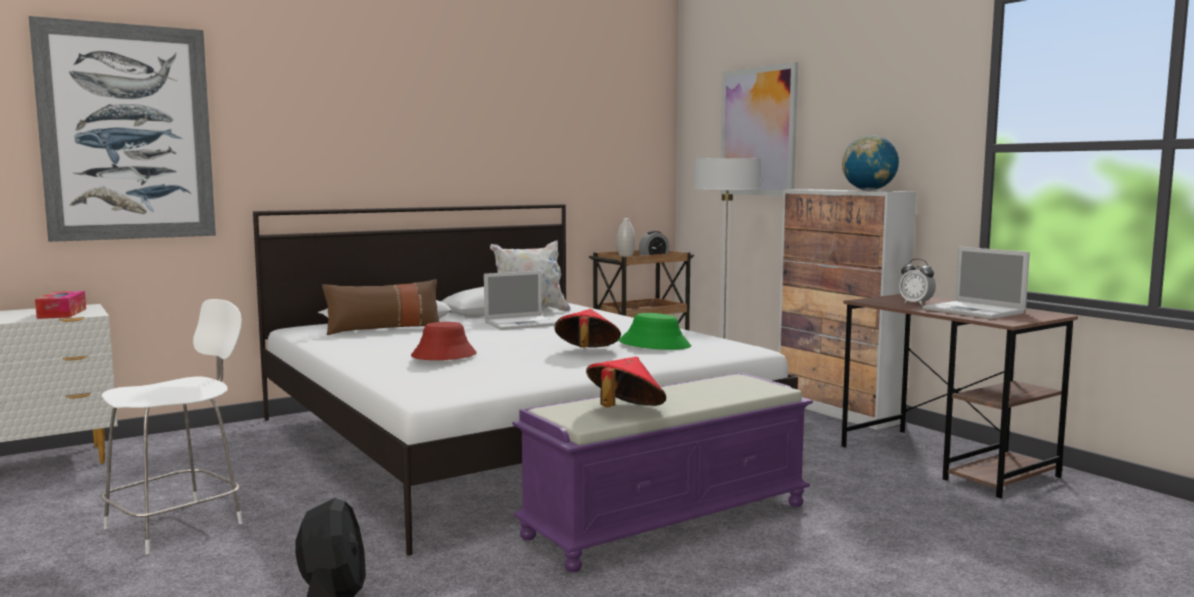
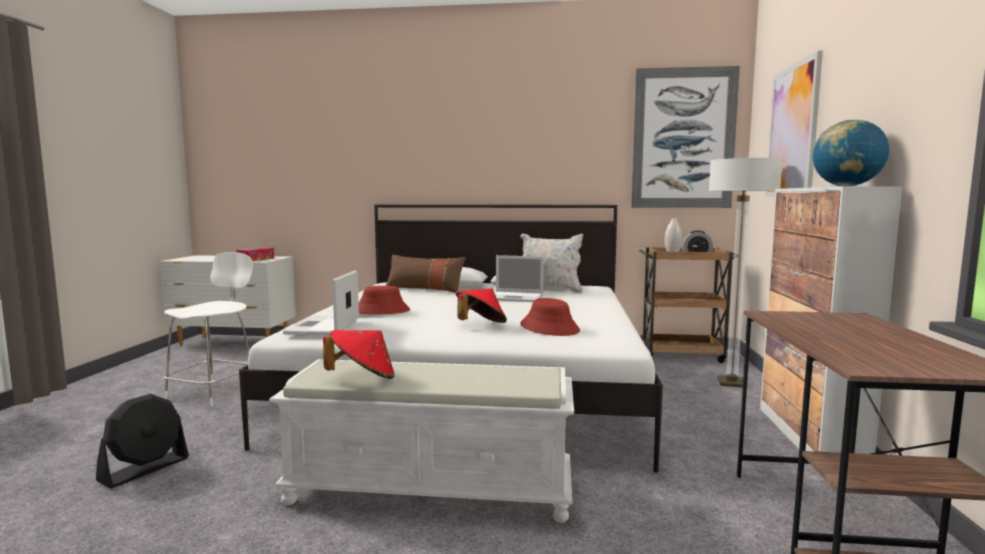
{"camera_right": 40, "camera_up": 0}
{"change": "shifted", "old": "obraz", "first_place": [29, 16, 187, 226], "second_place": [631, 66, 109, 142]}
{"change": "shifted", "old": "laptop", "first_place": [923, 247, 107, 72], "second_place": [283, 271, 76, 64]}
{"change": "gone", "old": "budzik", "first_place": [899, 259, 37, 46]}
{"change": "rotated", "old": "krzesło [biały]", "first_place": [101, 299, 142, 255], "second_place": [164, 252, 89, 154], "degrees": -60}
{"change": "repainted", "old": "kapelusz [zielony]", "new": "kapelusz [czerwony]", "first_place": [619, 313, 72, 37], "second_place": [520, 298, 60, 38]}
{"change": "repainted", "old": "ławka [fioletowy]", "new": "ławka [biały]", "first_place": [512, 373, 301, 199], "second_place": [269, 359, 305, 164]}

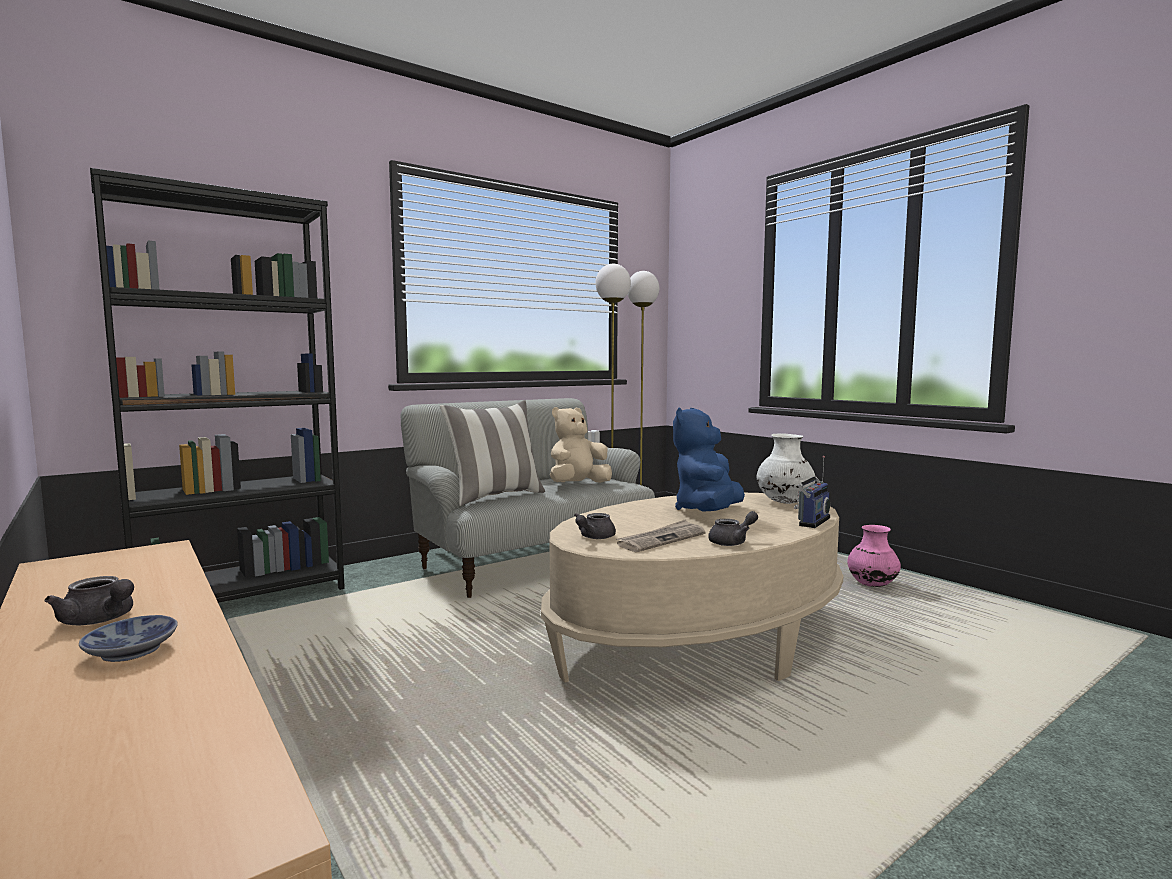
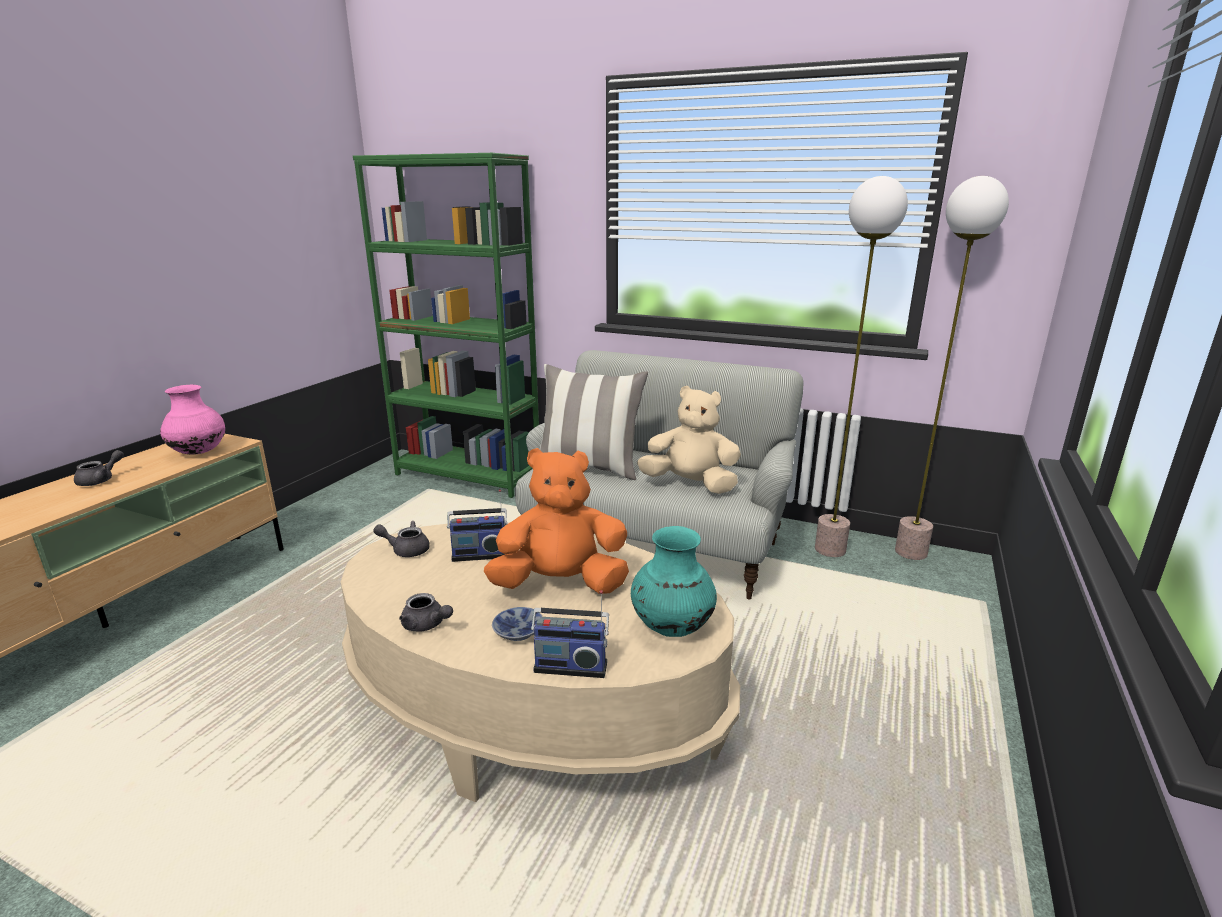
{"camera_right": 60, "camera_up": 15}
{"change": "repainted", "old": "regał [czarny]", "new": "regał [zielony]", "first_place": [90, 168, 255, 435], "second_place": [353, 153, 186, 345]}
{"change": "repainted", "old": "pluszak [niebieski]", "new": "pluszak [pomarańczowy]", "first_place": [673, 408, 72, 104], "second_place": [484, 448, 145, 146]}
{"change": "repainted", "old": "wazon [biały]", "new": "wazon [turkusowy]", "first_place": [757, 433, 58, 71], "second_place": [631, 526, 86, 111]}
{"change": "gone", "old": "gazeta", "first_place": [616, 520, 90, 32]}
{"change": "shifted", "old": "wazon [różowy]", "first_place": [847, 525, 54, 62], "second_place": [160, 385, 65, 69]}
{"change": "rotated", "old": "imbryk [szary]", "first_place": [45, 576, 89, 49], "second_place": [74, 450, 50, 36], "degrees": -150}
{"change": "shifted", "old": "miska", "first_place": [79, 615, 99, 47], "second_place": [492, 607, 50, 34]}
{"change": "new", "new": "radio", "second_place": [447, 489, 61, 73]}

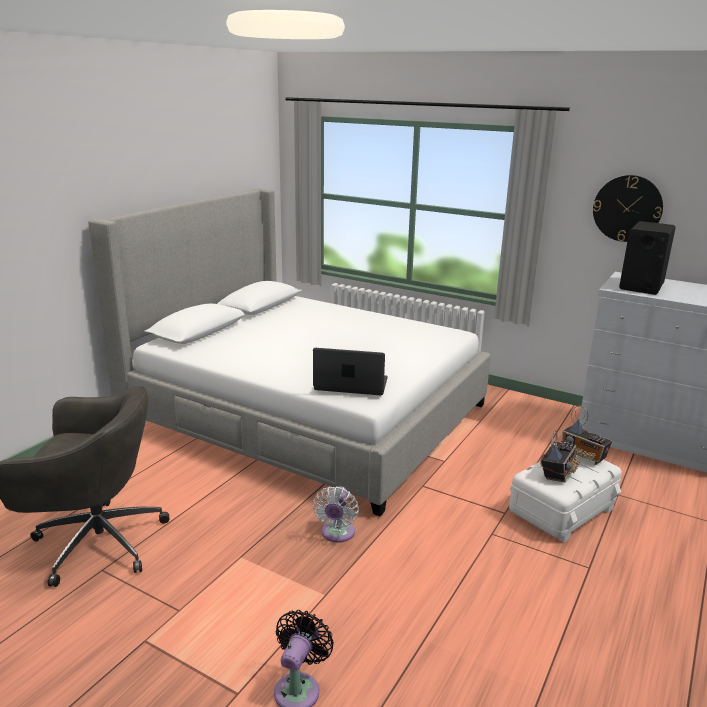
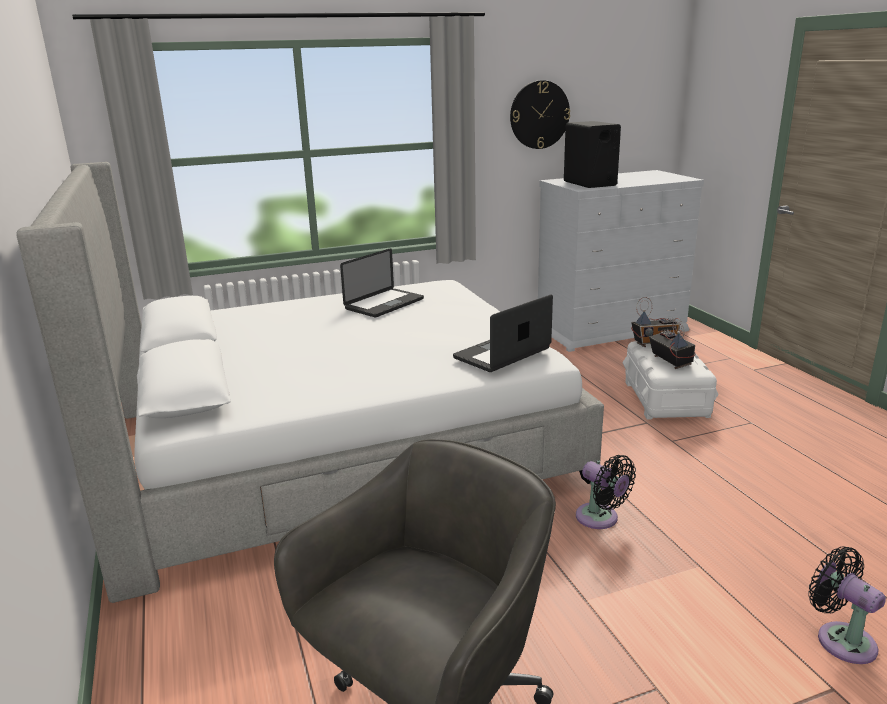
{"camera_right": -50, "camera_up": 0}
{"change": "repainted", "old": "wentylator [biały]", "new": "wentylator [czarny]", "first_place": [312, 486, 47, 56], "second_place": [576, 455, 60, 74]}
{"change": "new", "new": "laptop", "second_place": [340, 248, 84, 70]}

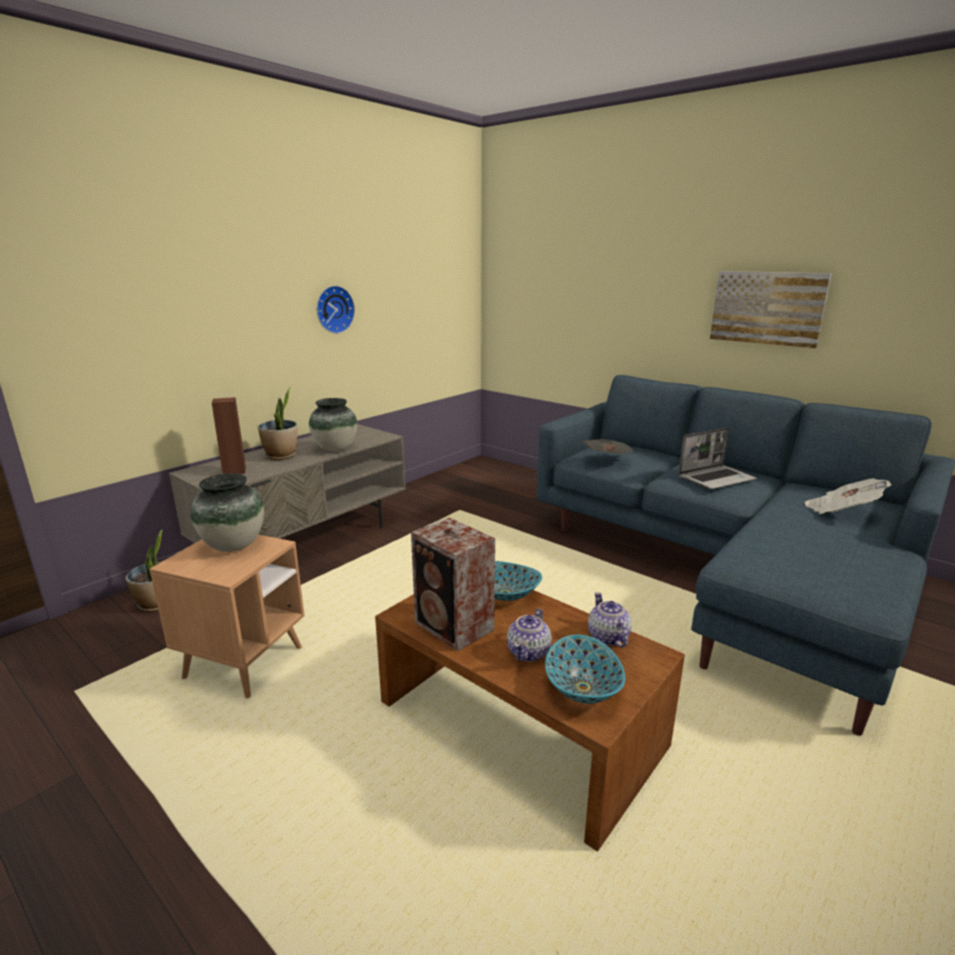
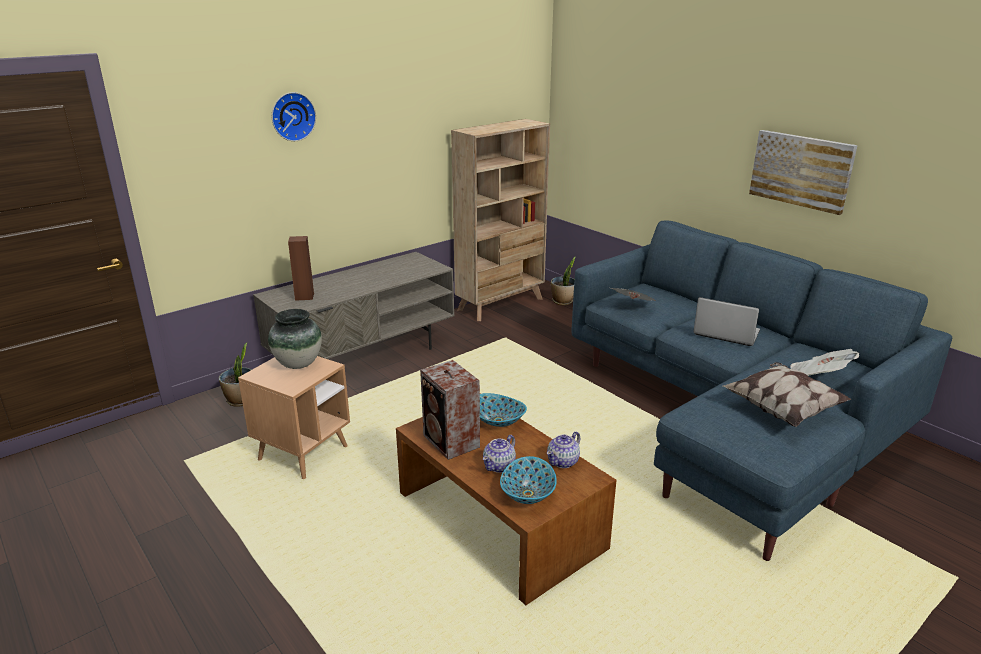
{"camera_right": 10, "camera_up": 5}
{"change": "shifted", "old": "zegar ścienny", "first_place": [317, 285, 38, 49], "second_place": [272, 92, 44, 49]}
{"change": "shifted", "old": "roślina doniczkowa", "first_place": [258, 387, 40, 73], "second_place": [551, 256, 25, 49]}
{"change": "gone", "old": "wazon", "first_place": [309, 398, 48, 54]}
{"change": "rotated", "old": "laptop", "first_place": [678, 427, 79, 62], "second_place": [693, 297, 67, 49], "degrees": -135}
{"change": "rotated", "old": "imbryk", "first_place": [588, 592, 44, 56], "second_place": [547, 432, 33, 36], "degrees": -135}
{"change": "new", "new": "regał [beżowy]", "second_place": [451, 119, 99, 202]}
{"change": "new", "new": "poduszka", "second_place": [723, 362, 128, 65]}

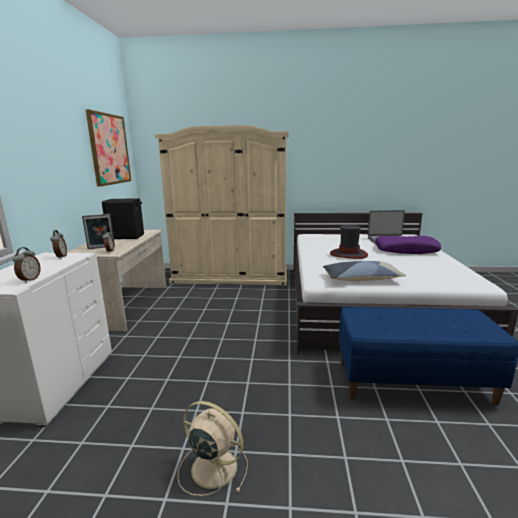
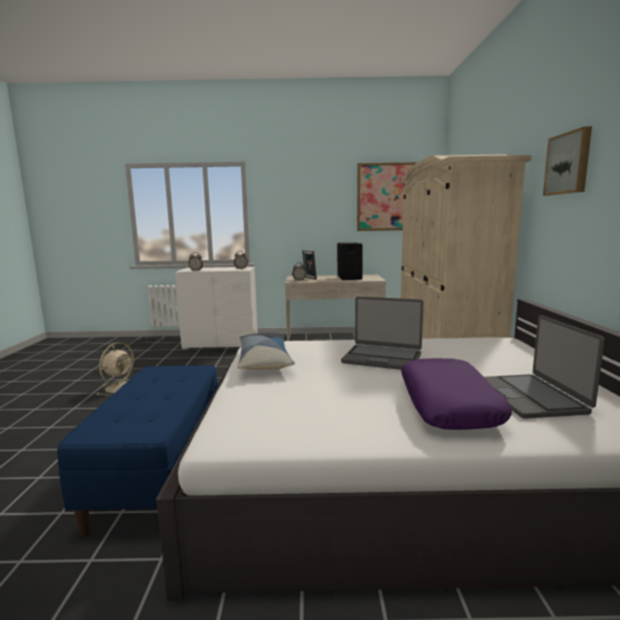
{"camera_right": 85, "camera_up": -5}
{"change": "swapped", "old": "kapelusz", "new": "laptop", "first_place": [330, 225, 38, 34], "second_place": [341, 296, 83, 74]}
{"change": "new", "new": "obraz", "second_place": [543, 126, 49, 70]}

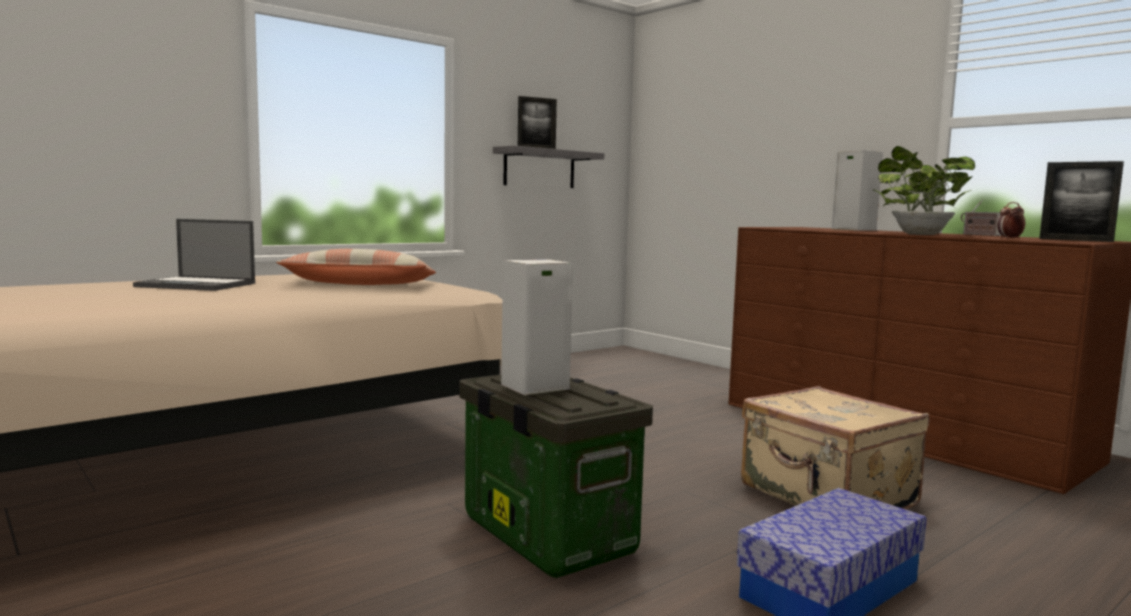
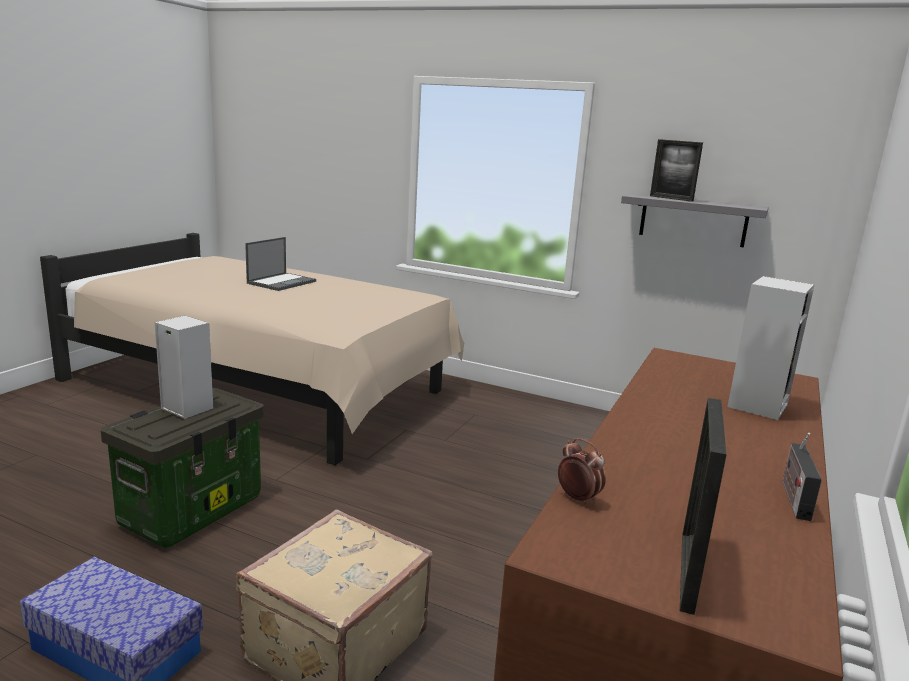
{"camera_right": 65, "camera_up": 10}
{"change": "gone", "old": "roślina doniczkowa", "first_place": [873, 146, 102, 89]}
{"change": "rotated", "old": "laptop", "first_place": [133, 219, 122, 72], "second_place": [245, 237, 71, 54], "degrees": -135}
{"change": "gone", "old": "poduszka", "first_place": [276, 249, 160, 36]}

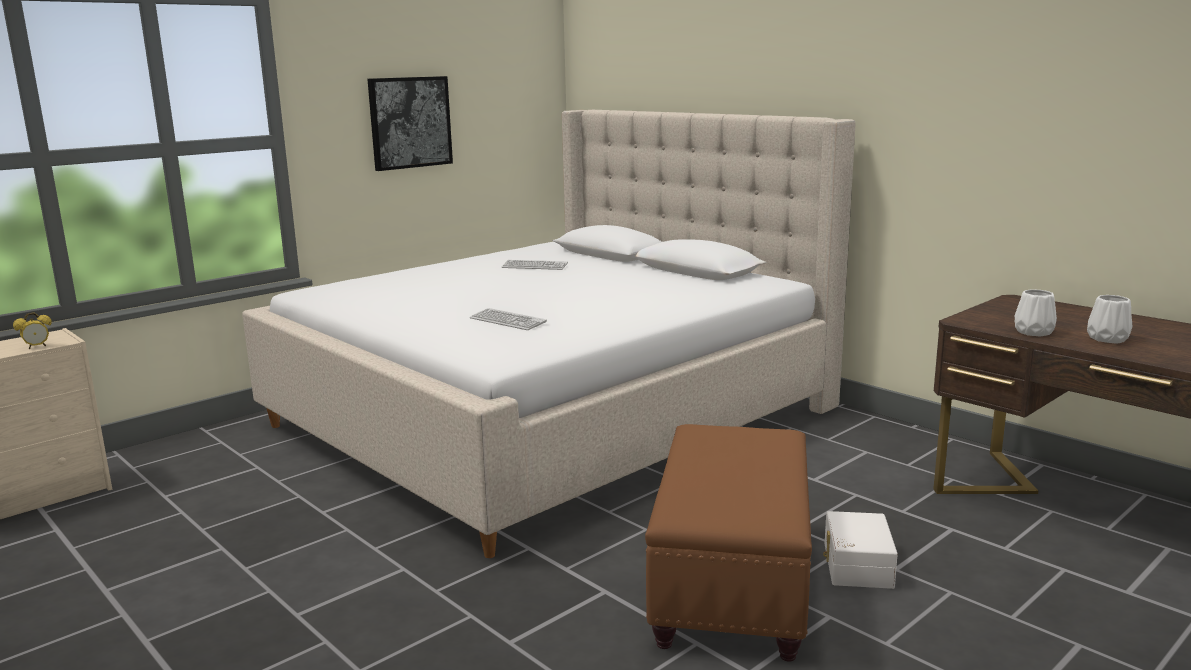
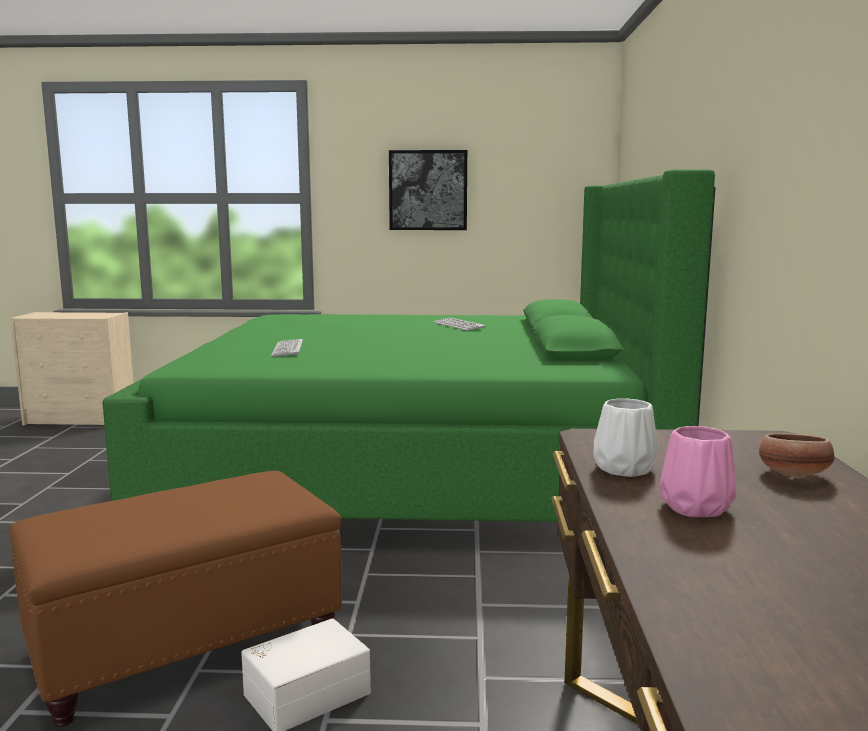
{"camera_right": 45, "camera_up": -5}
{"change": "repainted", "old": "łóżko [beżowy]", "new": "łóżko [zielony]", "first_place": [242, 110, 614, 448], "second_place": [102, 169, 614, 353]}
{"change": "repainted", "old": "wazon [biały]", "new": "wazon [różowy]", "first_place": [1087, 295, 45, 49], "second_place": [659, 426, 77, 91]}
{"change": "gone", "old": "budzik", "first_place": [13, 312, 39, 37]}
{"change": "new", "new": "miska", "second_place": [759, 433, 75, 44]}

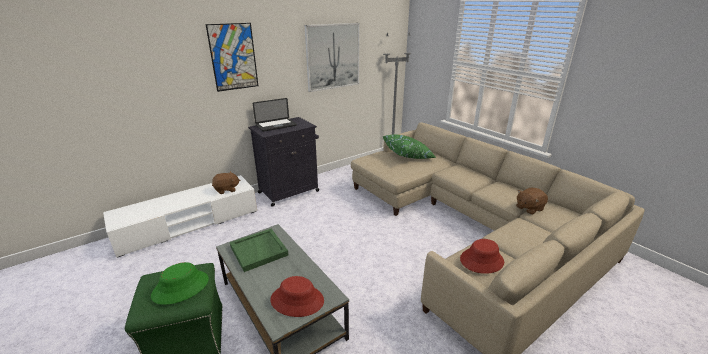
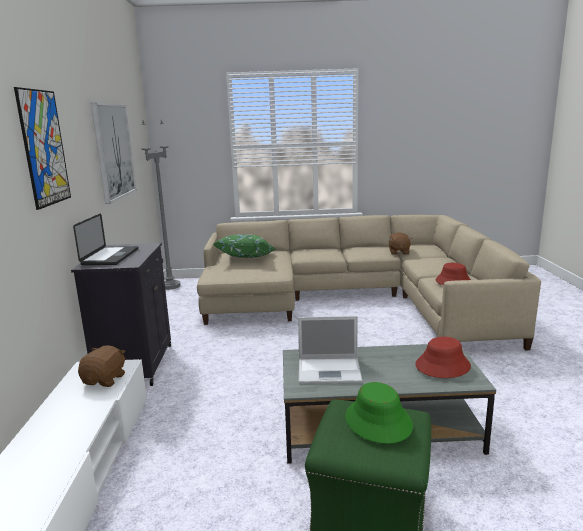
{"camera_right": -55, "camera_up": -10}
{"change": "swapped", "old": "taca [zielony]", "new": "laptop", "first_place": [230, 229, 58, 43], "second_place": [298, 316, 64, 68]}

